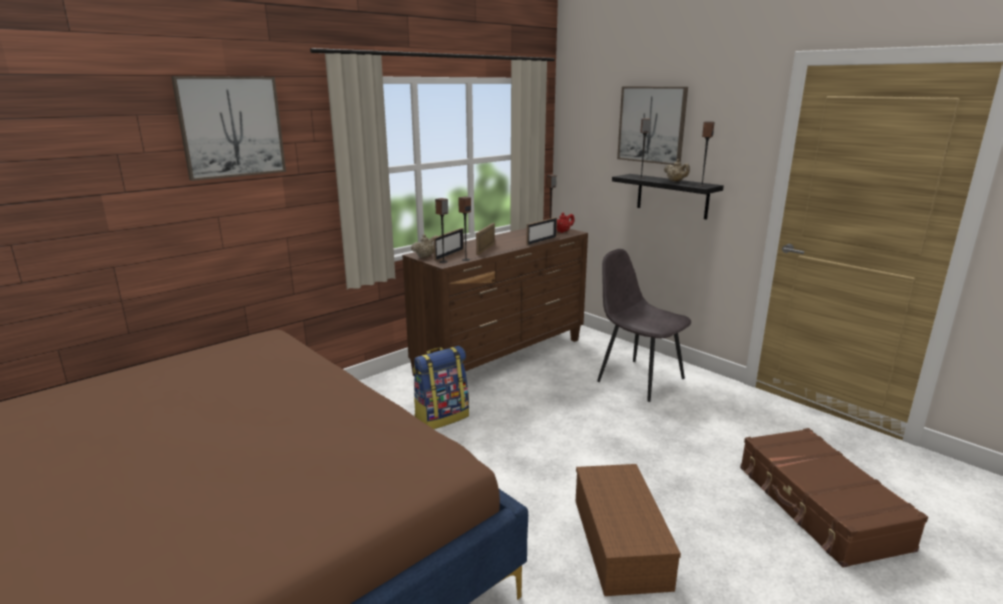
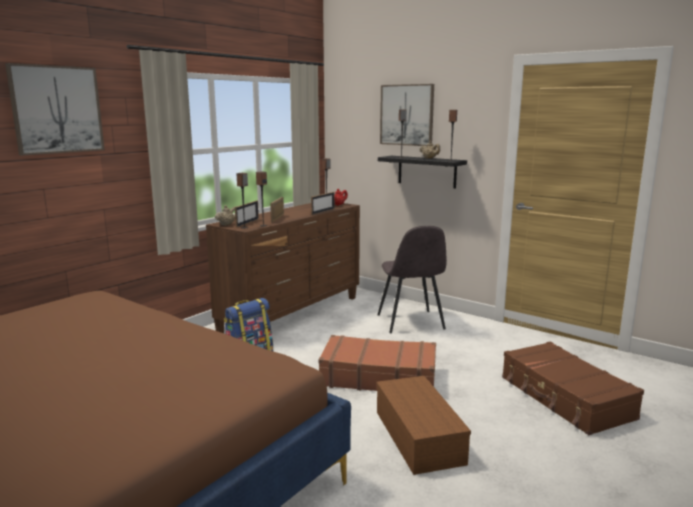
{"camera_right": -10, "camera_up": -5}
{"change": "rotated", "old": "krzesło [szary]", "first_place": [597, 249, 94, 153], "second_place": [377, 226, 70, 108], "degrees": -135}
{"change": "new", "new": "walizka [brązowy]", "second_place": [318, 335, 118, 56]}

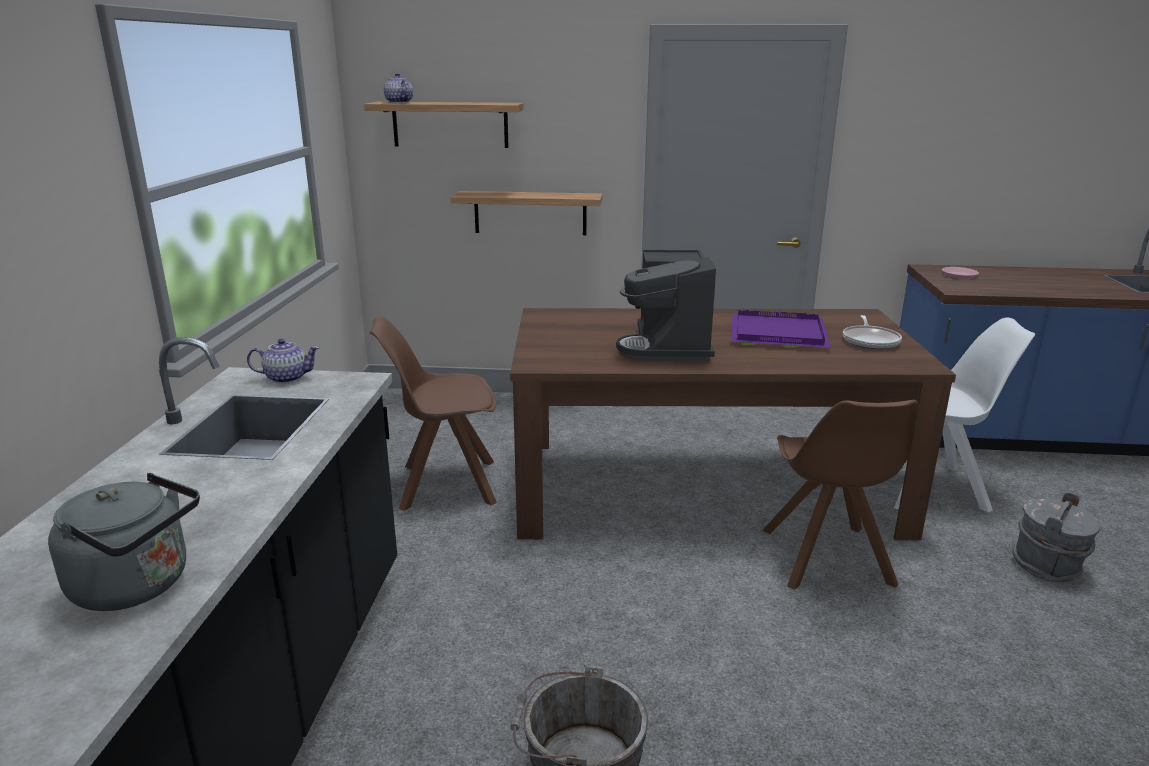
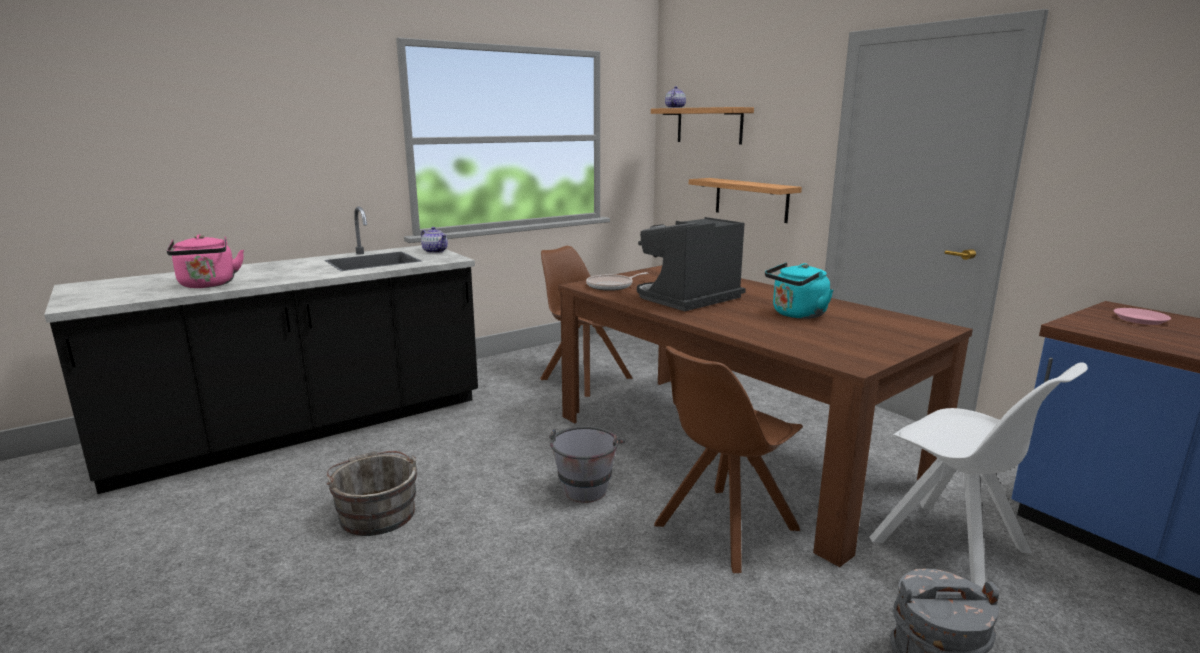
{"camera_right": 50, "camera_up": -5}
{"change": "swapped", "old": "taca [fioletowy]", "new": "czajnik [turkusowy]", "first_place": [731, 309, 100, 39], "second_place": [765, 263, 68, 56]}
{"change": "shifted", "old": "patelnia", "first_place": [843, 315, 59, 34], "second_place": [586, 272, 62, 19]}
{"change": "repainted", "old": "czajnik [szary]", "new": "czajnik [różowy]", "first_place": [48, 473, 152, 138], "second_place": [167, 234, 77, 54]}
{"change": "new", "new": "wiadro [szary]", "second_place": [549, 426, 76, 77]}

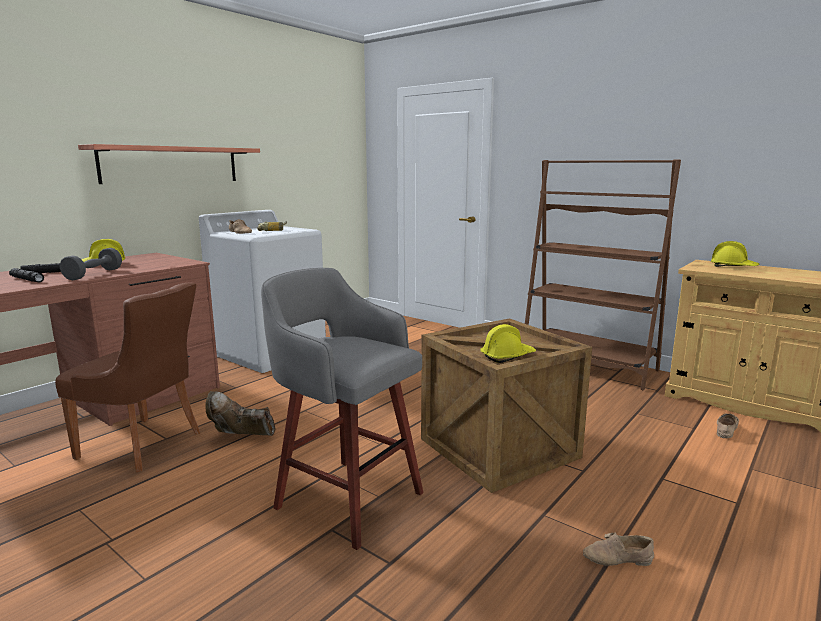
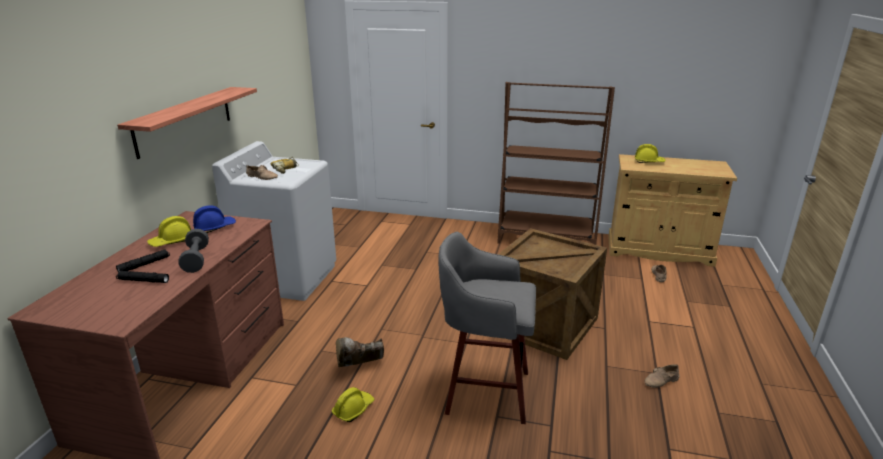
{"camera_right": -25, "camera_up": 10}
{"change": "gone", "old": "krzesło [brązowy]", "first_place": [55, 283, 145, 189]}
{"change": "shifted", "old": "kask [żółty]", "first_place": [480, 324, 56, 39], "second_place": [332, 387, 42, 35]}
{"change": "new", "new": "kask [niebieski]", "second_place": [193, 205, 43, 28]}

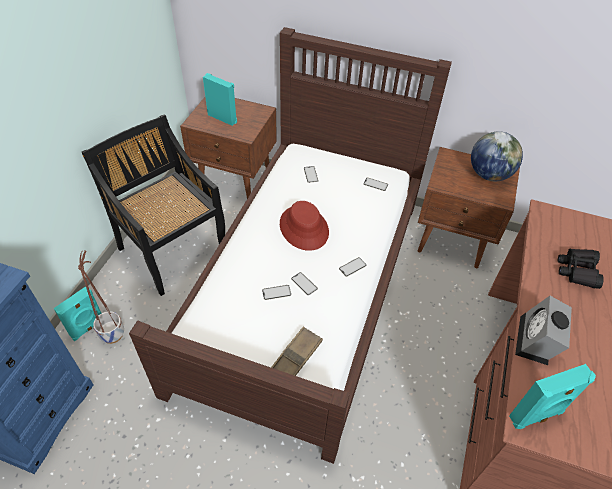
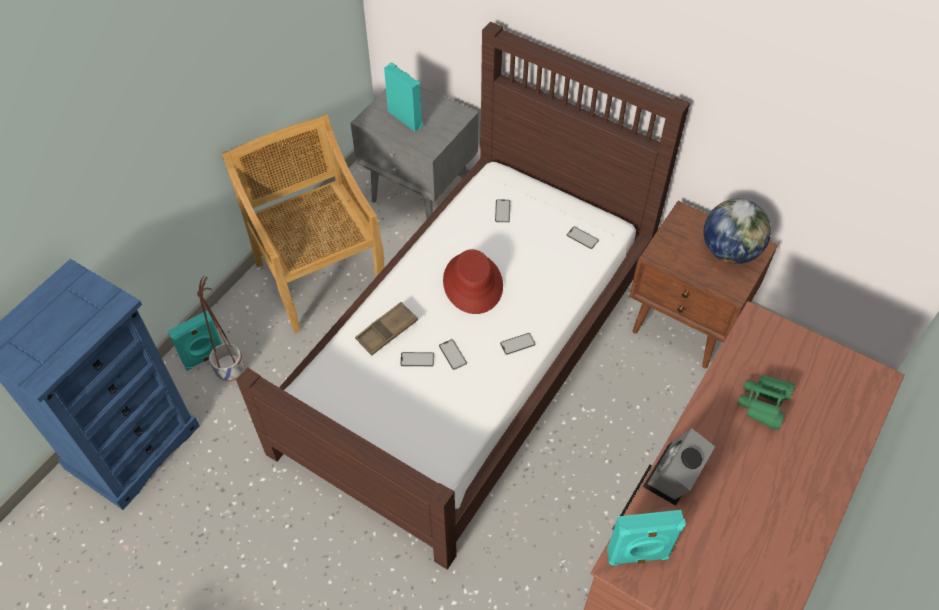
{"camera_right": 15, "camera_up": 5}
{"change": "repainted", "old": "szafka nocna [brązowy]", "new": "szafka nocna [szary]", "first_place": [180, 97, 97, 102], "second_place": [351, 86, 127, 133]}
{"change": "repainted", "old": "krzesło [czarny]", "new": "krzesło [beżowy]", "first_place": [82, 114, 143, 182], "second_place": [222, 114, 162, 220]}
{"change": "repainted", "old": "lornetka [czarny]", "new": "lornetka [zielony]", "first_place": [558, 249, 46, 40], "second_place": [738, 375, 57, 55]}
{"change": "shifted", "old": "taca [brązowy]", "first_place": [271, 326, 52, 50], "second_place": [355, 302, 63, 54]}

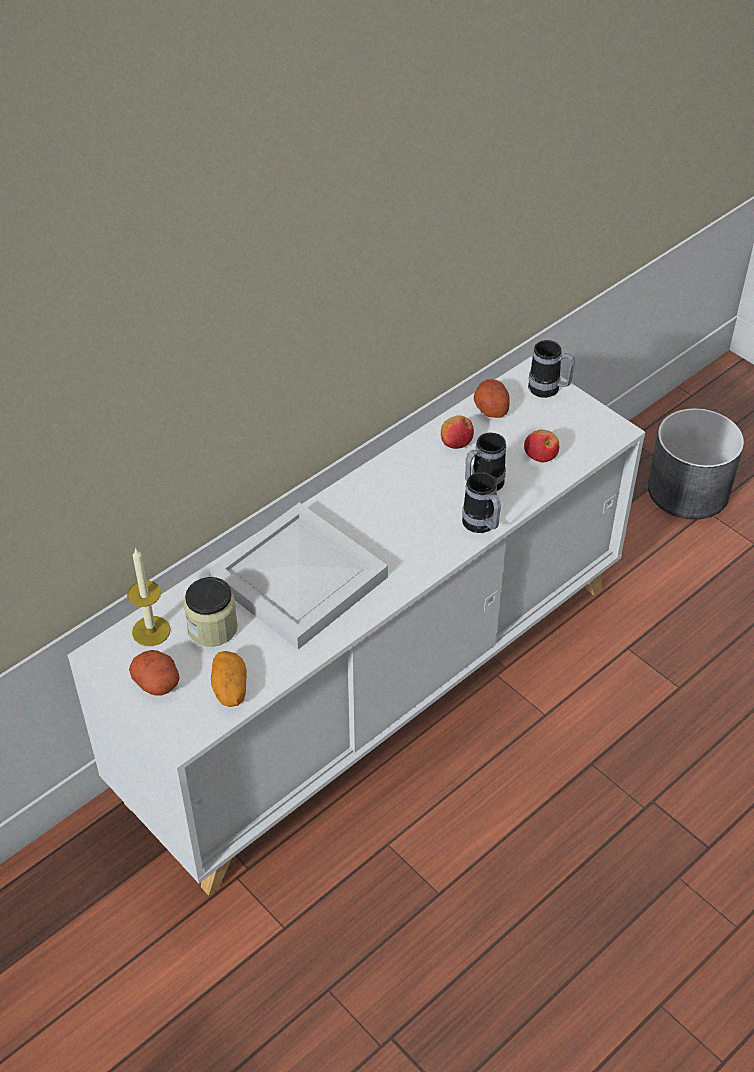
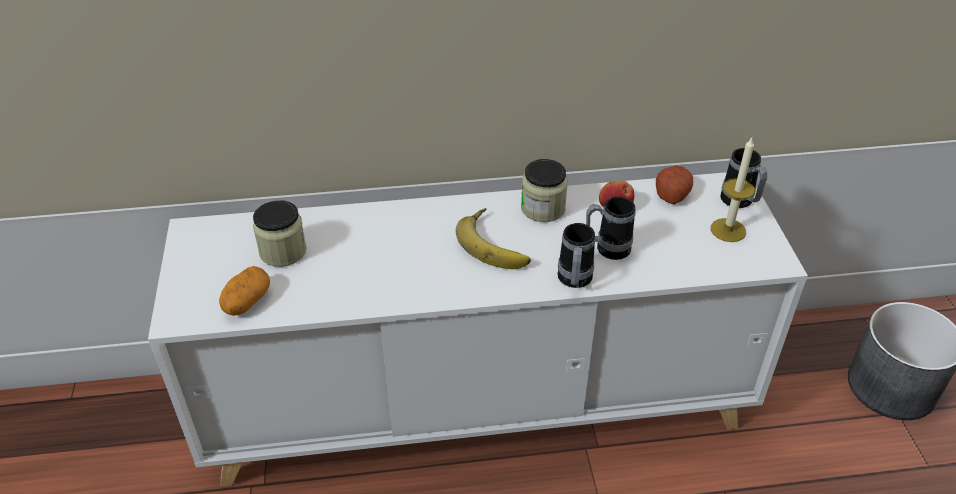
{"camera_right": 35, "camera_up": -5}
{"change": "gone", "old": "jabłko", "first_place": [524, 430, 35, 32]}
{"change": "gone", "old": "taca [biały]", "first_place": [209, 502, 179, 148]}
{"change": "shifted", "old": "świeca", "first_place": [127, 548, 44, 98], "second_place": [711, 138, 44, 104]}
{"change": "gone", "old": "ziemniak", "first_place": [129, 650, 50, 46]}
{"change": "new", "new": "słoik", "second_place": [521, 159, 47, 63]}
{"change": "new", "new": "banan", "second_place": [456, 208, 75, 61]}

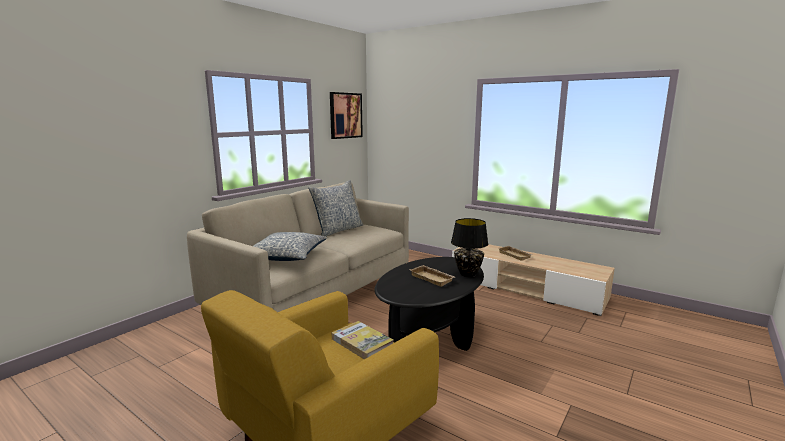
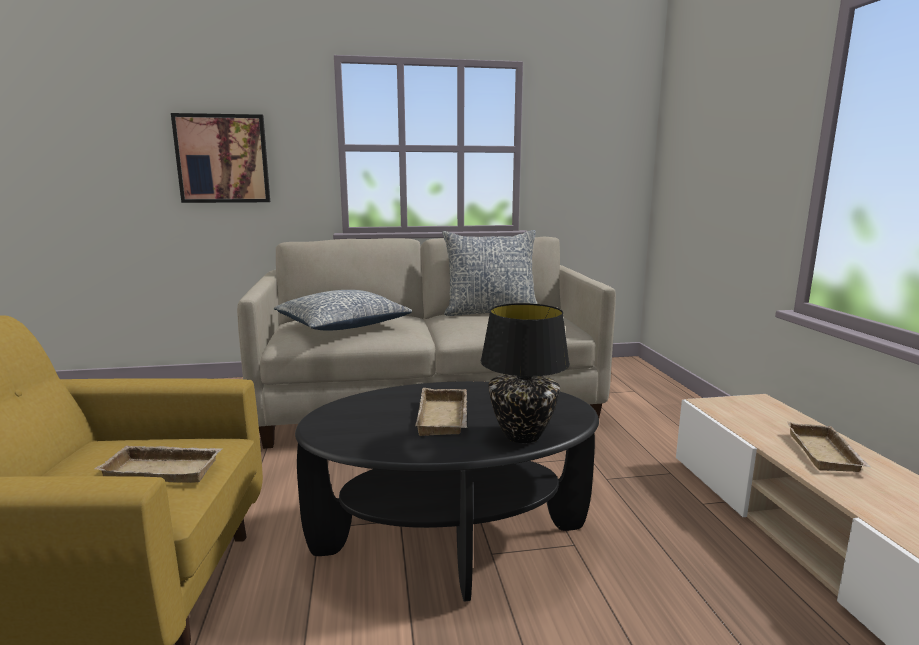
{"camera_right": 45, "camera_up": 0}
{"change": "shifted", "old": "obraz", "first_place": [330, 92, 33, 47], "second_place": [171, 113, 99, 90]}
{"change": "swapped", "old": "książka", "new": "taca [beżowy]", "first_place": [332, 321, 61, 38], "second_place": [94, 445, 128, 38]}

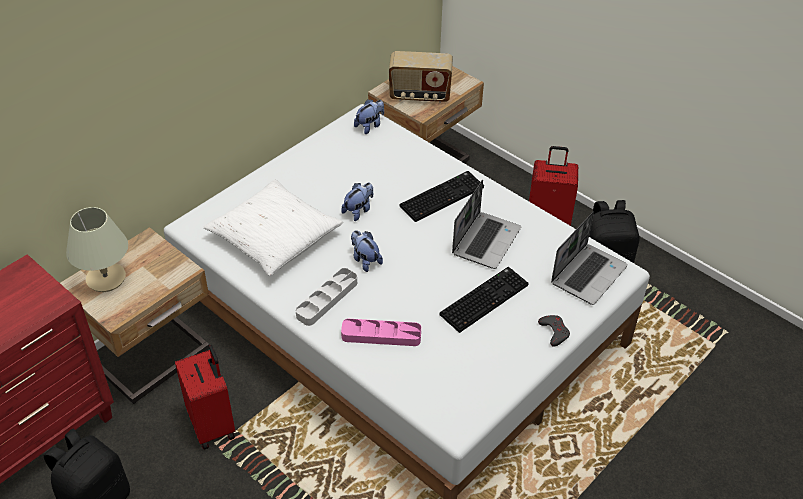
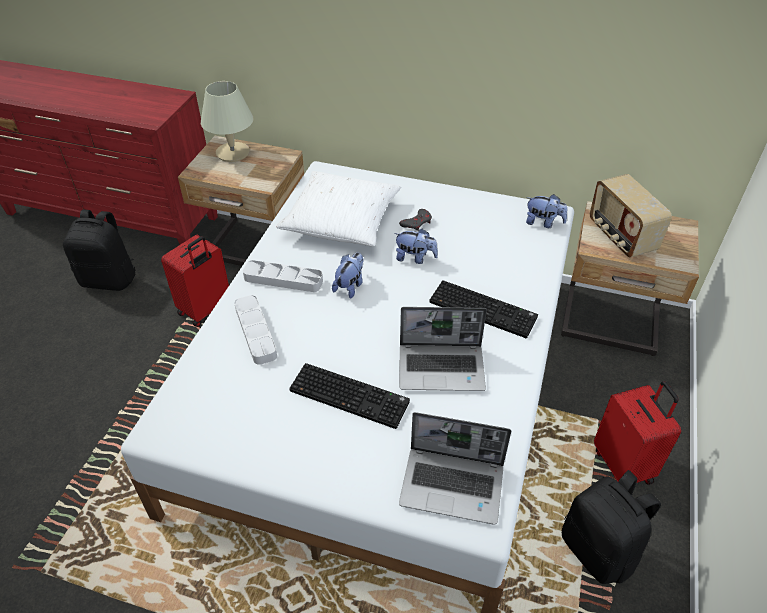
{"camera_right": 65, "camera_up": 0}
{"change": "shifted", "old": "pad do gier [szary]", "first_place": [538, 315, 32, 32], "second_place": [399, 209, 33, 22]}
{"change": "repainted", "old": "taca [różowy]", "new": "taca [szary]", "first_place": [341, 319, 80, 27], "second_place": [234, 295, 43, 70]}

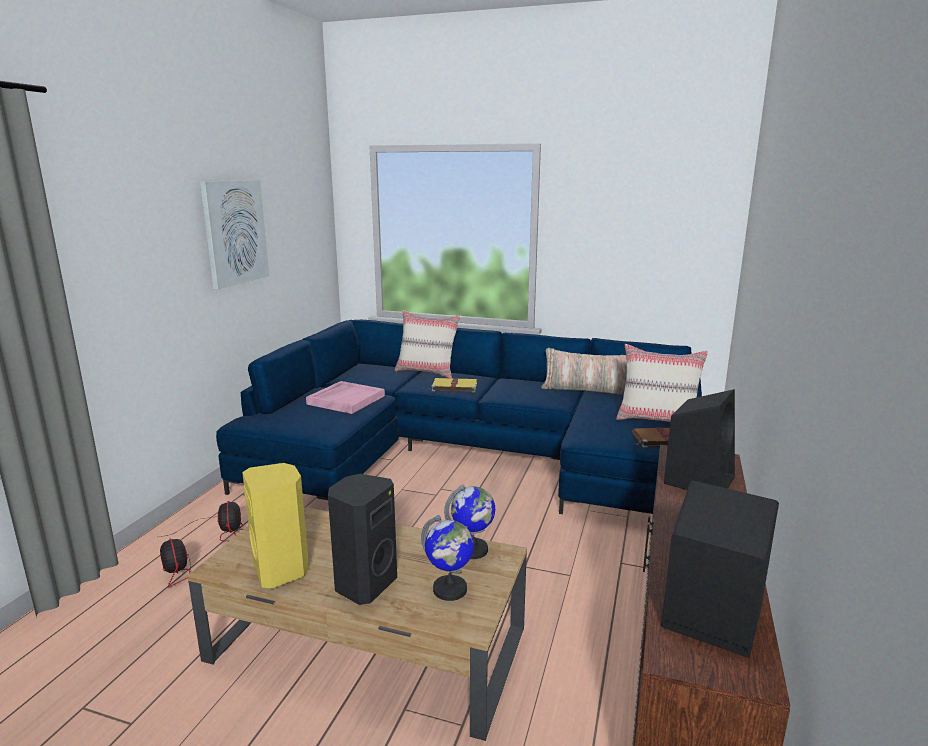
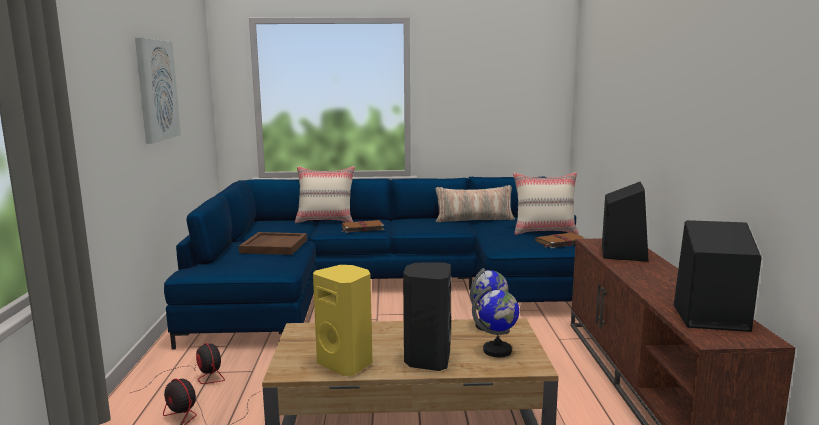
{"camera_right": -20, "camera_up": -5}
{"change": "repainted", "old": "książka [żółty]", "new": "książka [brązowy]", "first_place": [429, 378, 48, 15], "second_place": [342, 220, 42, 13]}
{"change": "repainted", "old": "taca [różowy]", "new": "taca [brązowy]", "first_place": [306, 381, 79, 33], "second_place": [239, 232, 68, 23]}

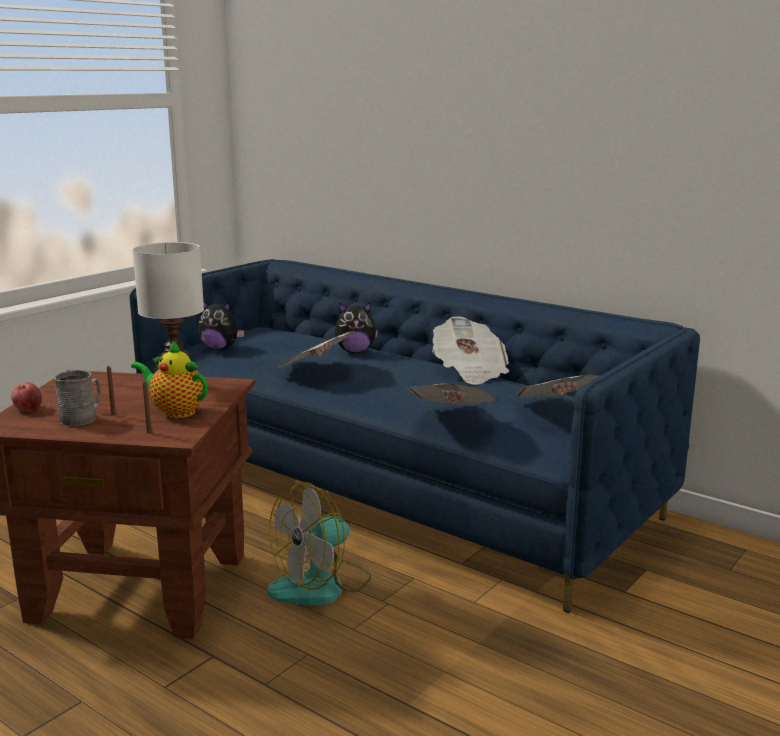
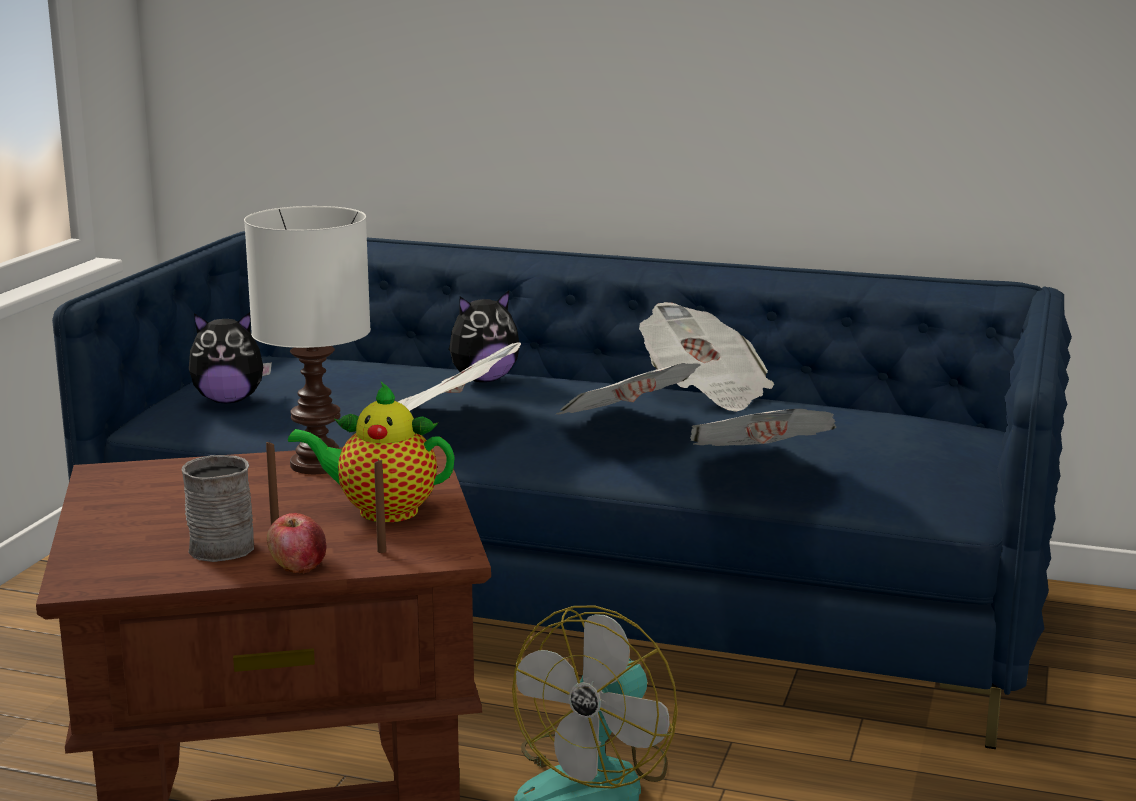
{"camera_right": -20, "camera_up": 0}
{"change": "shifted", "old": "gazeta", "first_place": [516, 375, 83, 23], "second_place": [556, 363, 145, 51]}
{"change": "shifted", "old": "jabłko", "first_place": [11, 382, 31, 31], "second_place": [267, 513, 60, 61]}

